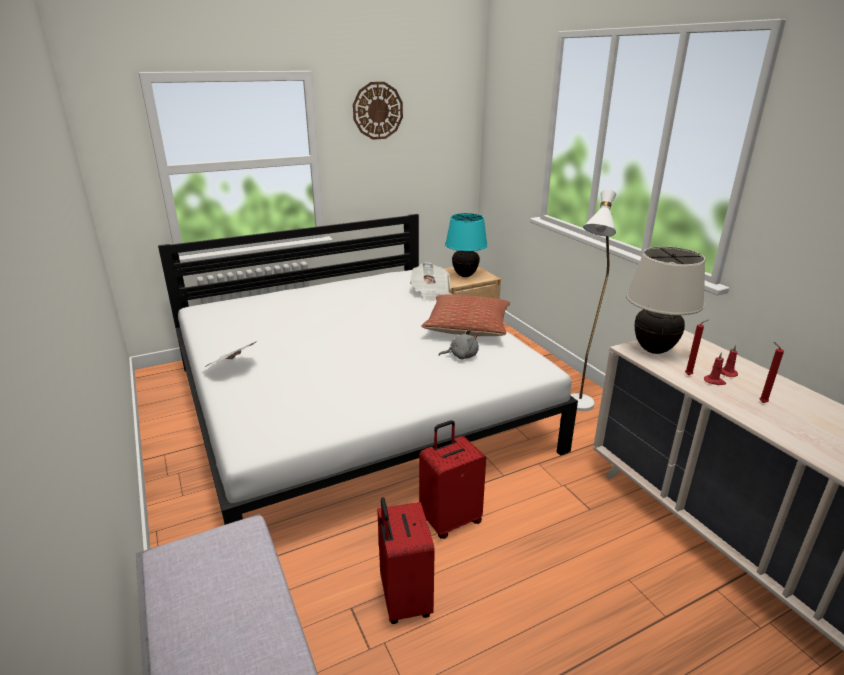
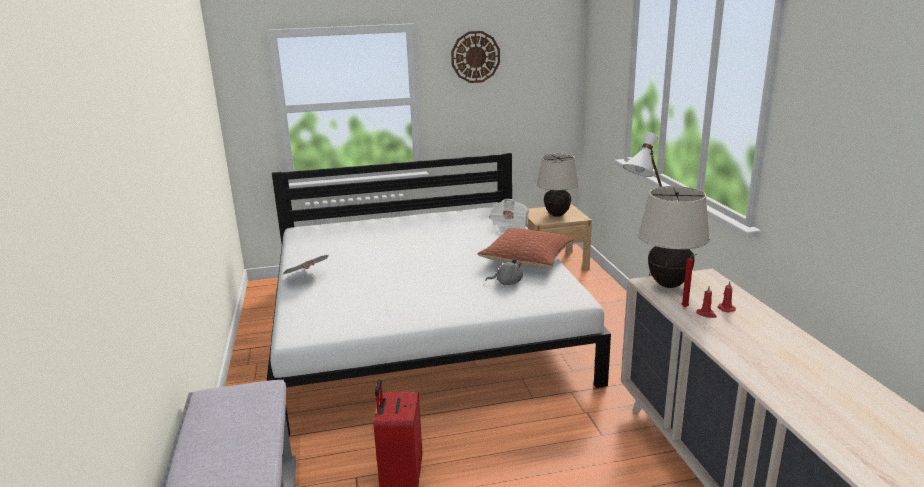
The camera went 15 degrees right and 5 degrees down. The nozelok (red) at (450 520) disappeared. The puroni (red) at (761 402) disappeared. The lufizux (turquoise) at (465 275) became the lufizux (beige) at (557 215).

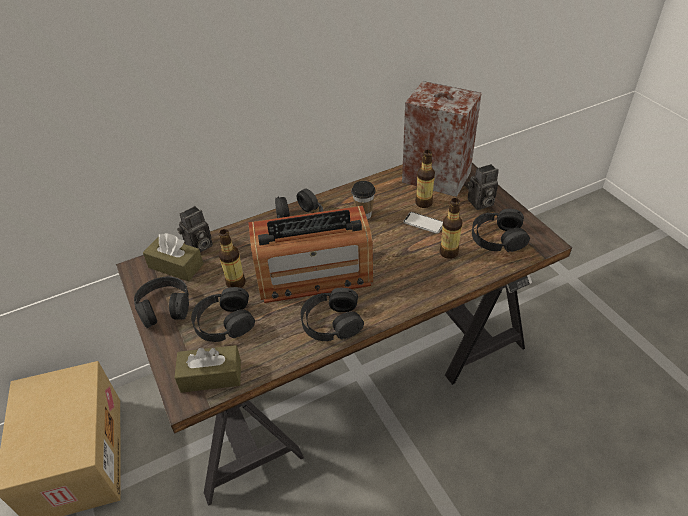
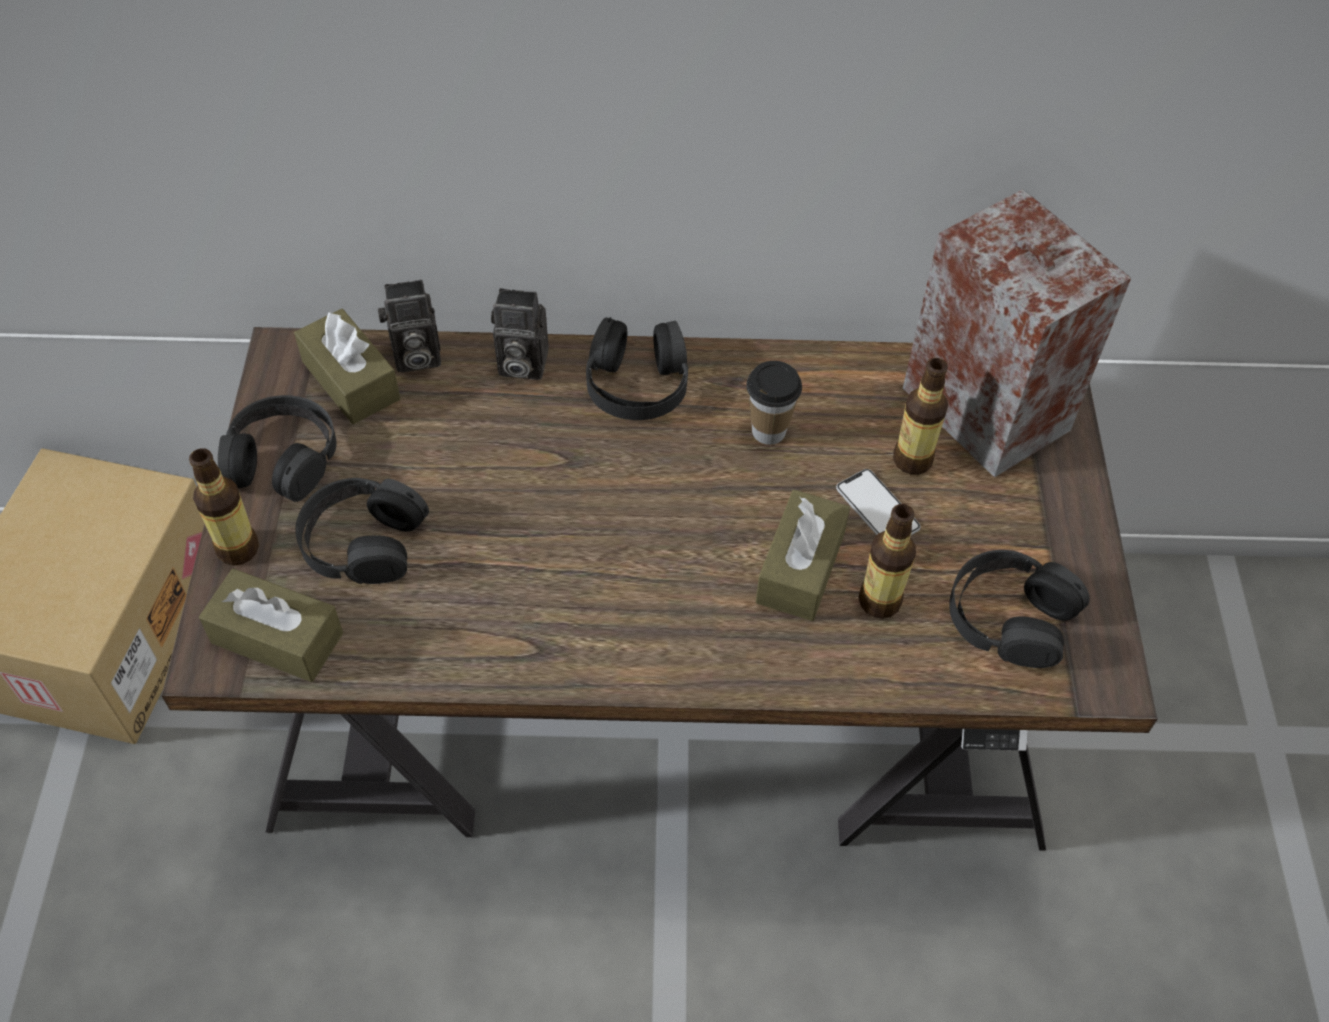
The camera went 25 degrees right and 10 degrees up. The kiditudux at (314 275) disappeared. The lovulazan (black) at (331 321) disappeared. The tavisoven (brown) at (800 568) appeared. The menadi moved from (236 283) to (237 548). The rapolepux moved from (480 203) to (519 364).

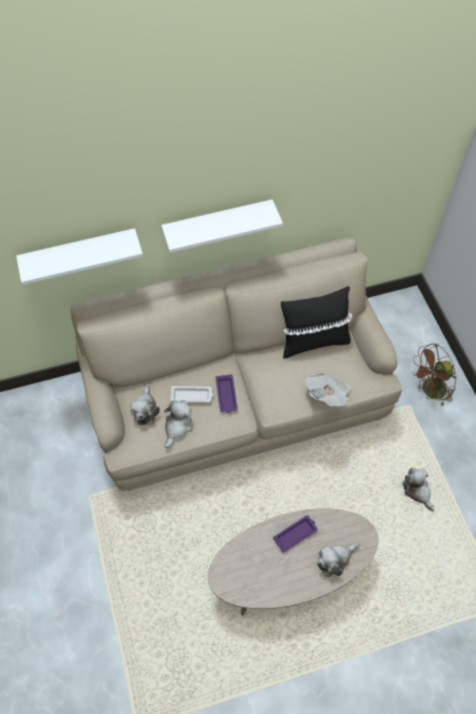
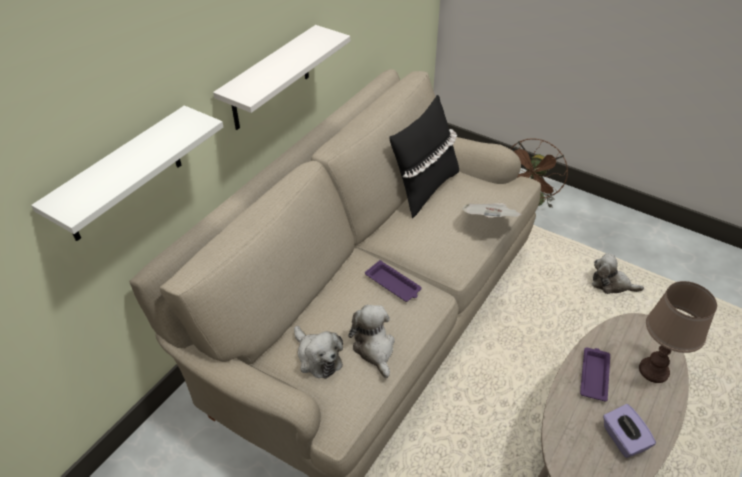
The camera went 40 degrees left and 15 degrees down. The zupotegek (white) at (192 396) disappeared. The tavisoven (purple) at (623 439) appeared. The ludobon at (334 559) was replaced by the lufizux (brown) at (654 370).

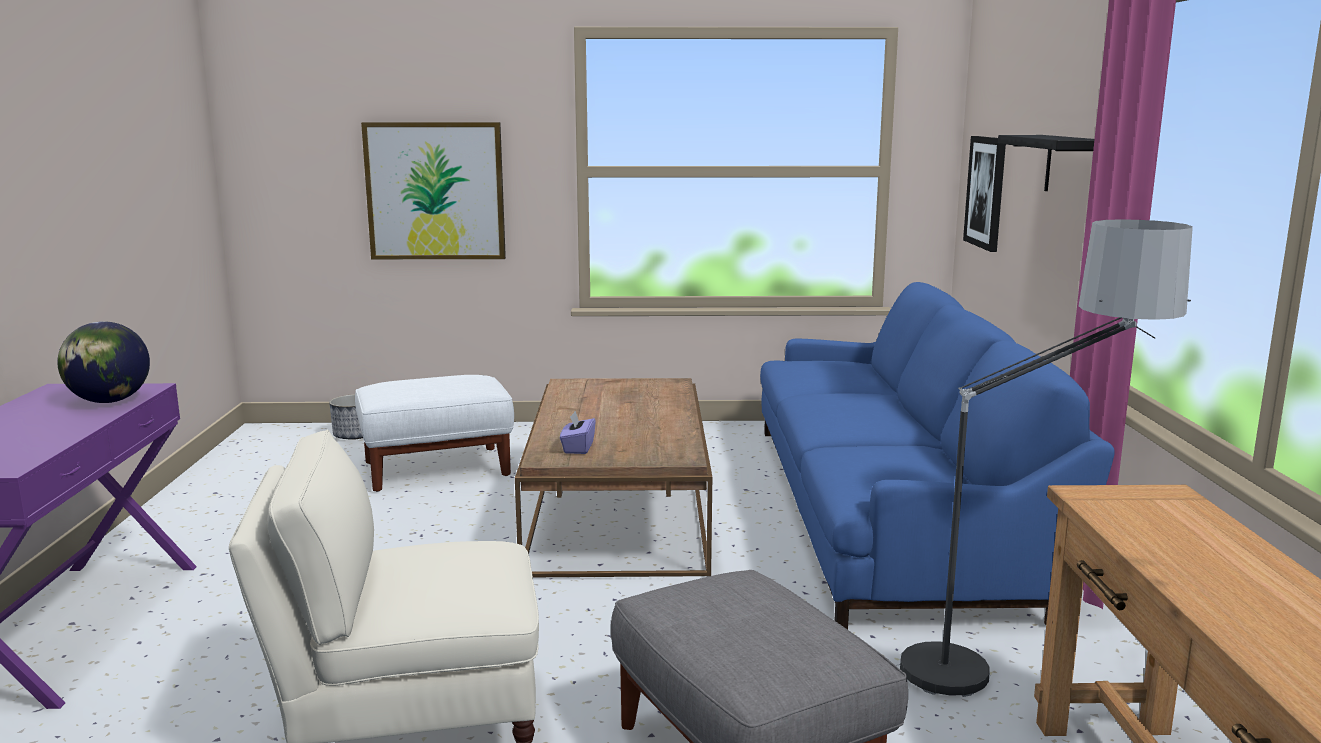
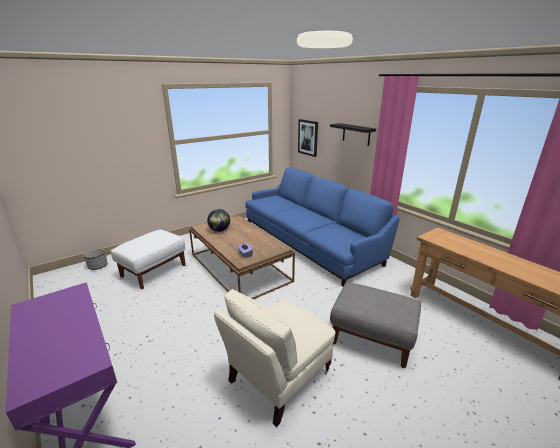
The camera went 35 degrees left and 10 degrees up. The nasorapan at (435 191) disappeared. The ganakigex at (1012 672) disappeared. The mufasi moved from (110 401) to (219 230).

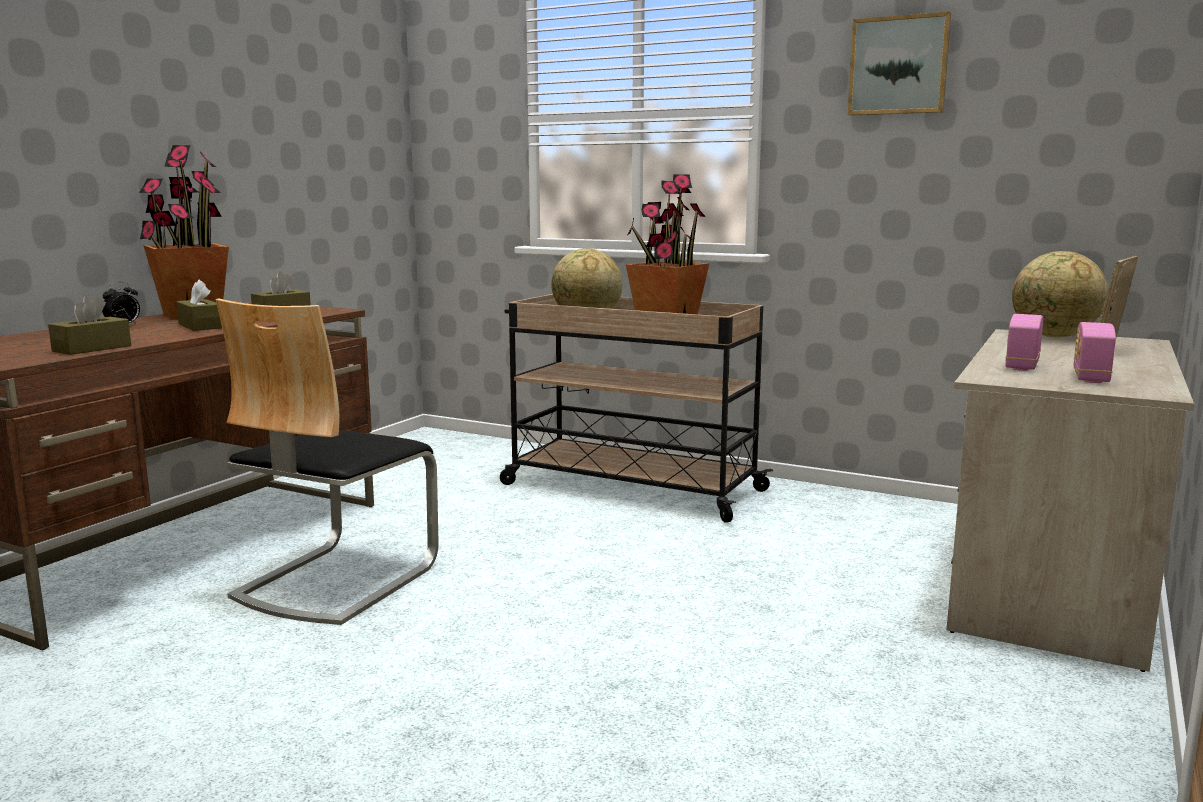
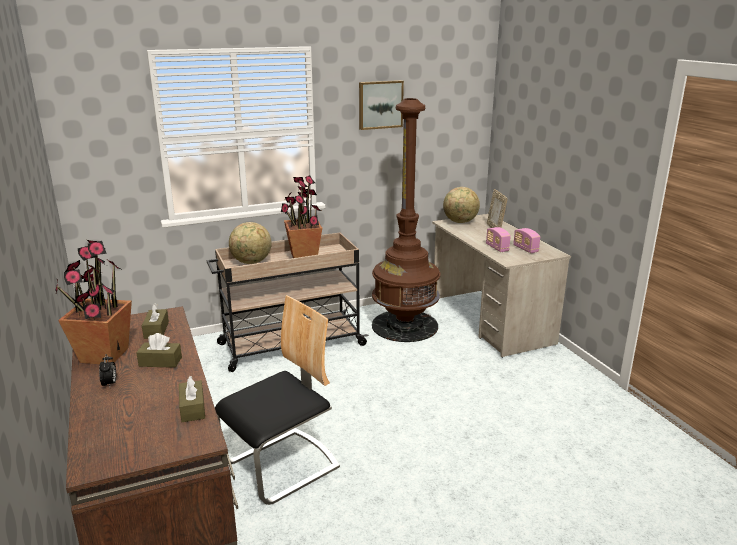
The camera went 50 degrees left and 10 degrees up. The ganakigex (brown) at (405 325) appeared. The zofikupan at (335 580) turned 105 degrees counterclockwise.

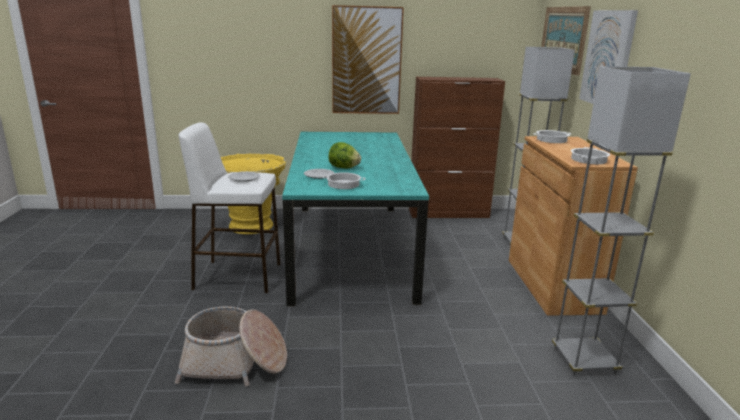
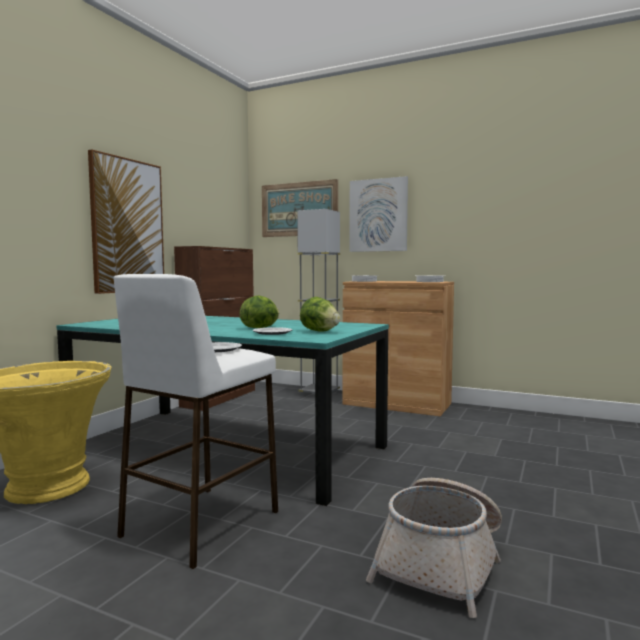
The camera went 60 degrees left and 15 degrees down. The ganakigex (grey) at (584 361) disappeared. The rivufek at (344 184) was replaced by the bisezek at (319 331).

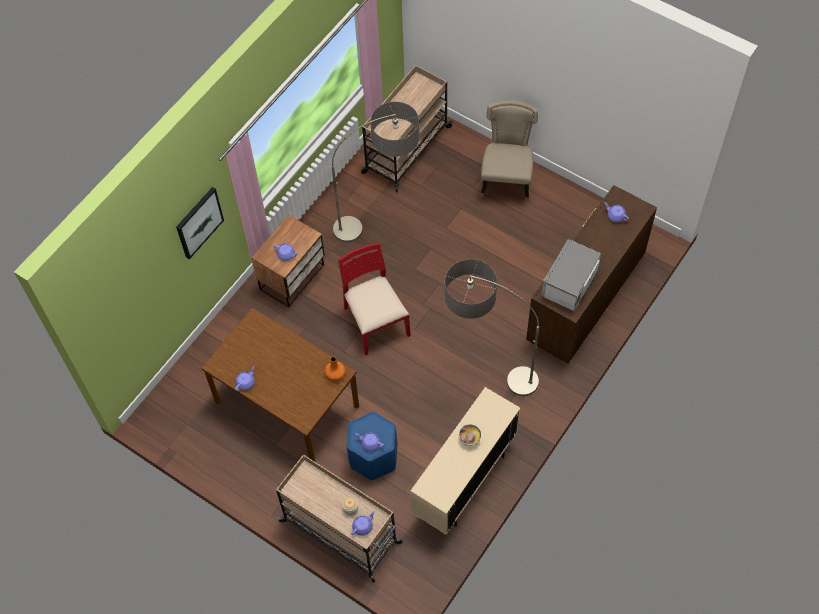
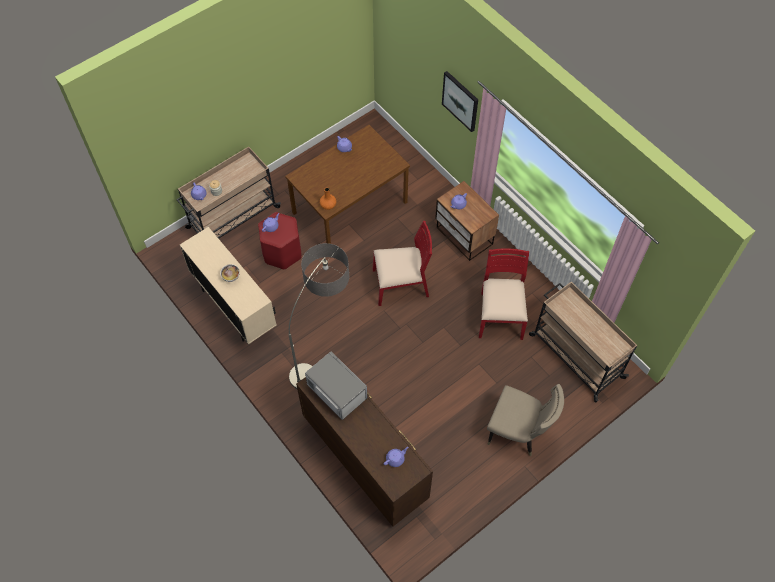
The camera went 105 degrees right and 0 degrees up. The ganakigex at (382 222) was replaced by the zofikupan (red) at (500 315). The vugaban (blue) at (373 457) became the vugaban (red) at (282 252).

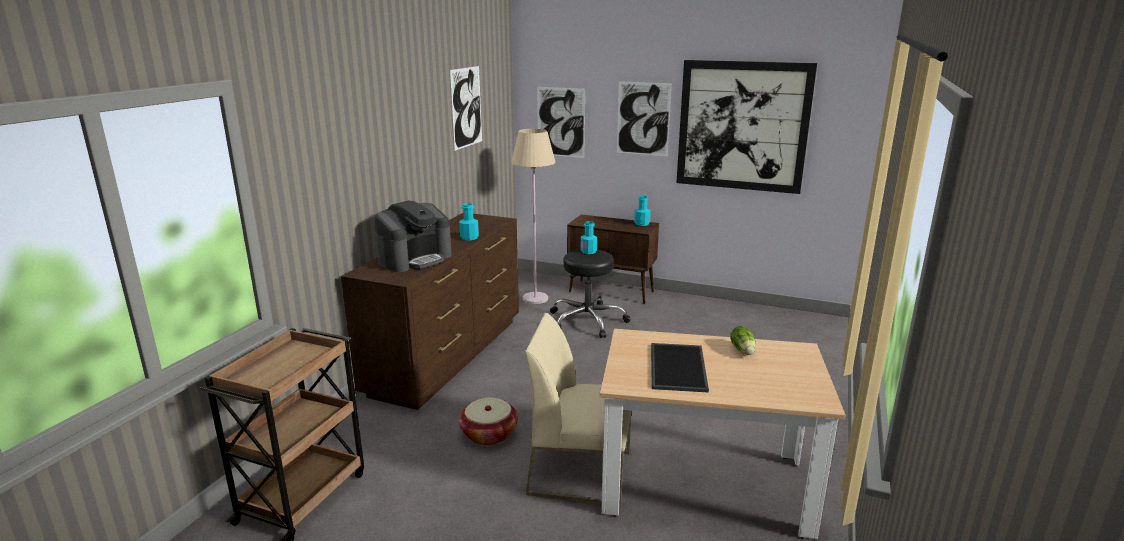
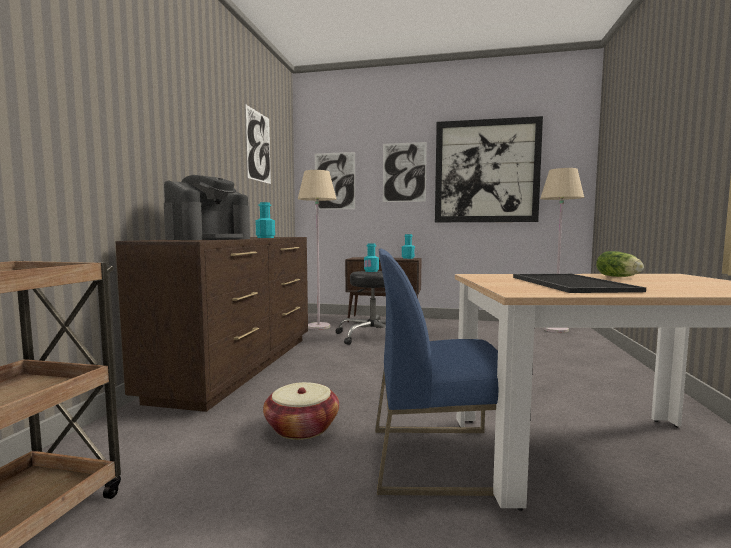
The camera went 10 degrees left and 15 degrees down. The ganakigex (beige) at (555 329) appeared. The zofikupan (beige) at (581 472) became the zofikupan (blue) at (438 458).

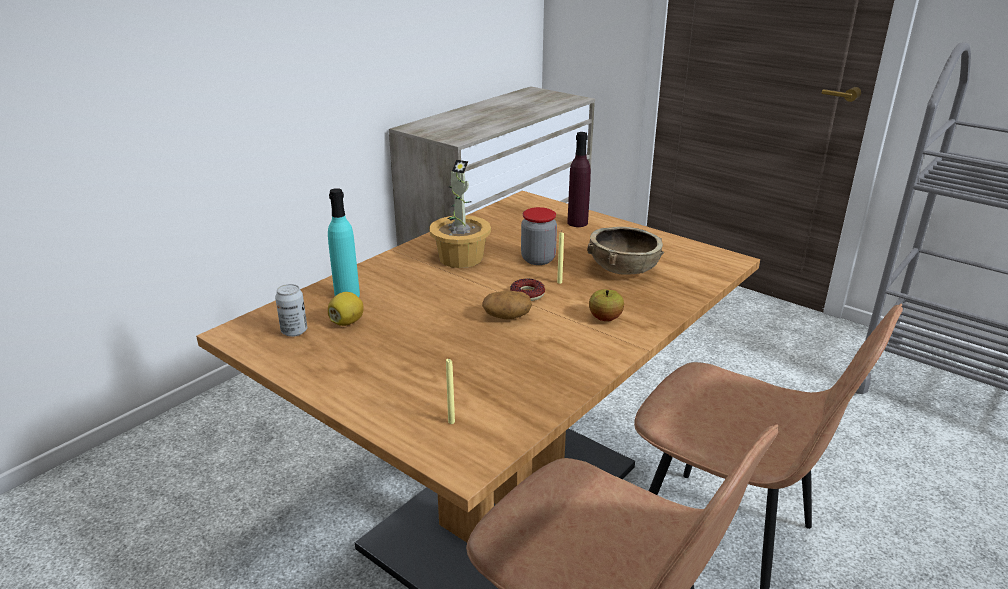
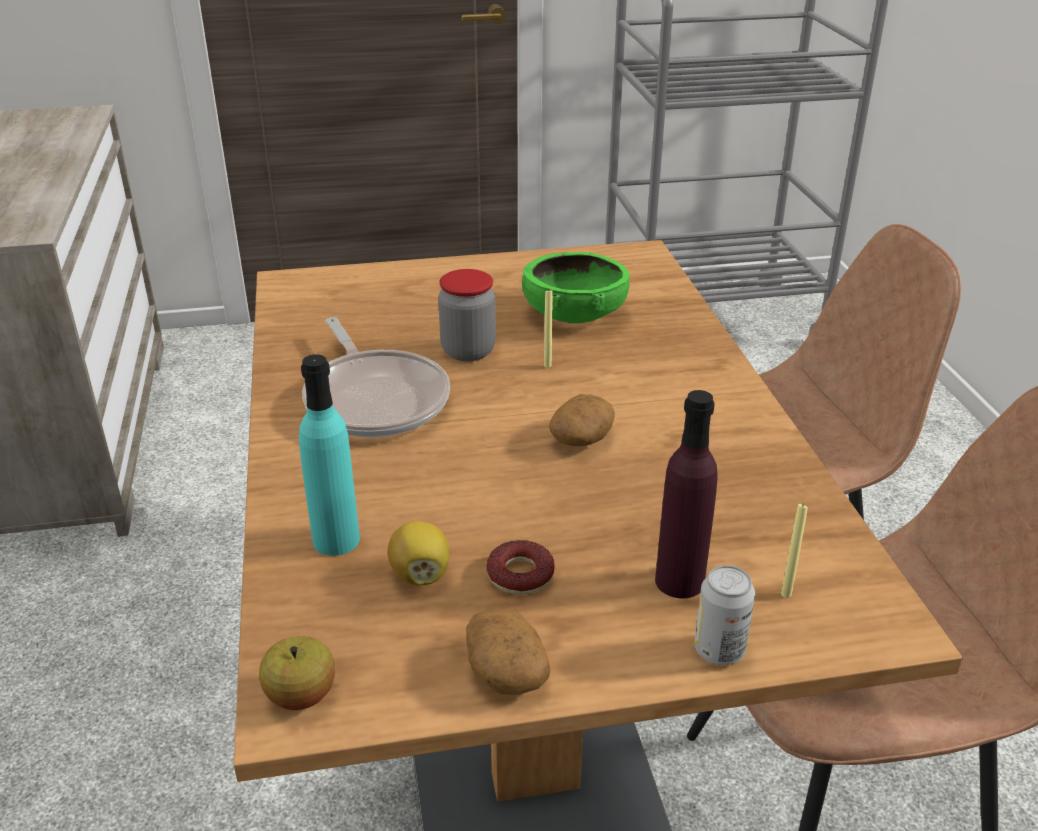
The camera went 50 degrees left and 5 degrees up. The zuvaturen at (505 671) appeared. The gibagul moved from (294 331) to (719 650). The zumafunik moved from (527 294) to (520 574). The menadi (purple) moved from (577 223) to (679 581). The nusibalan moved from (605 318) to (301 696). The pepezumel at (461 258) was replaced by the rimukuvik at (375 399). The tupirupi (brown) at (623 269) became the tupirupi (green) at (574 314).

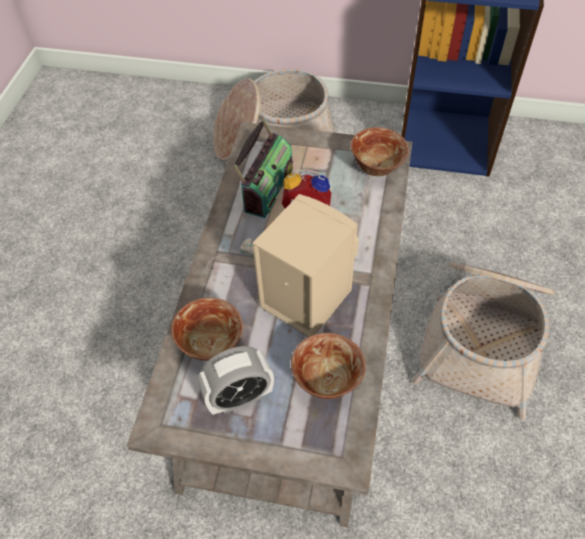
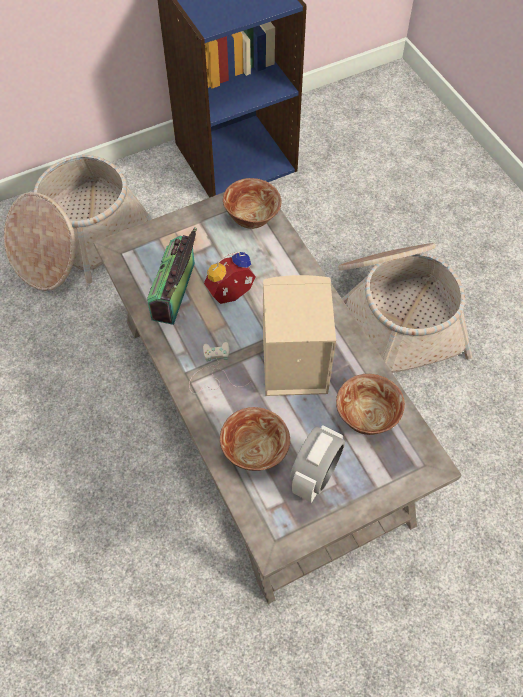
The camera went 40 degrees left and 5 degrees up. The kiditudux at (266 188) turned 150 degrees counterclockwise.

